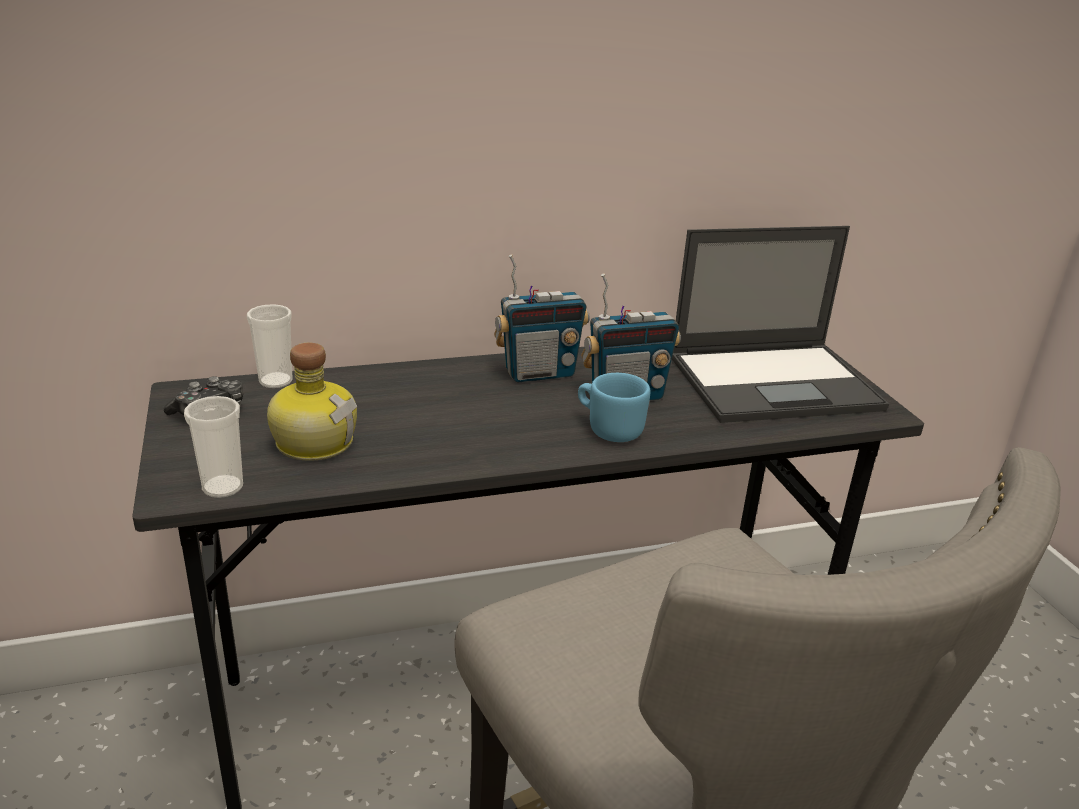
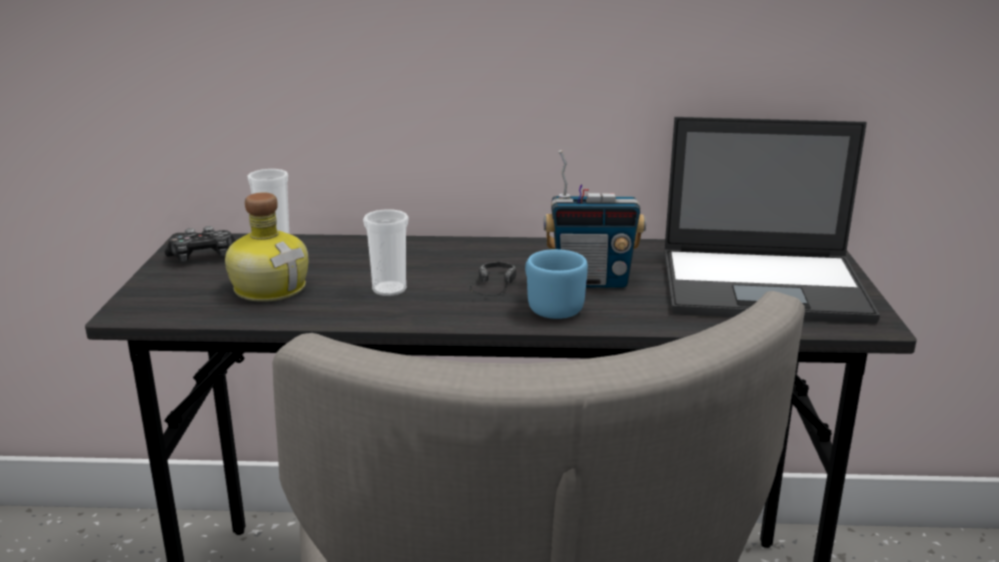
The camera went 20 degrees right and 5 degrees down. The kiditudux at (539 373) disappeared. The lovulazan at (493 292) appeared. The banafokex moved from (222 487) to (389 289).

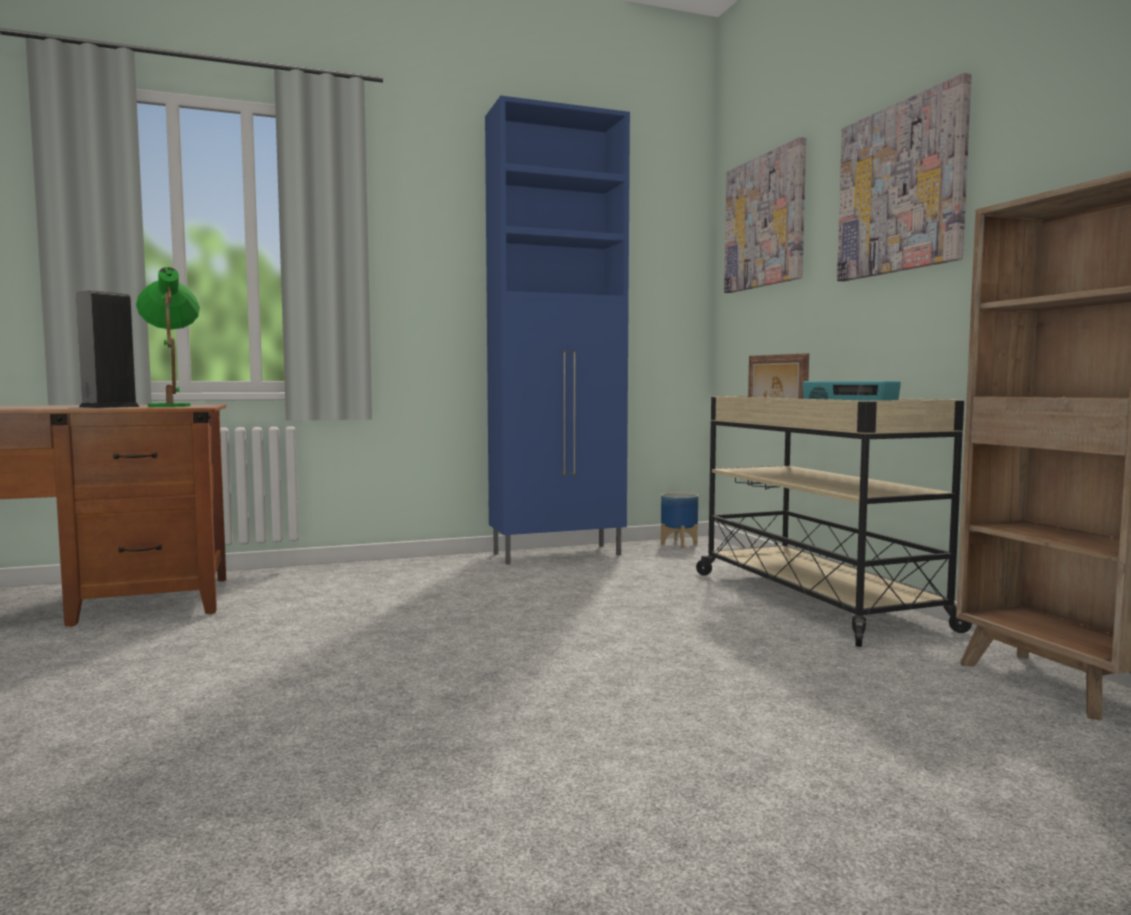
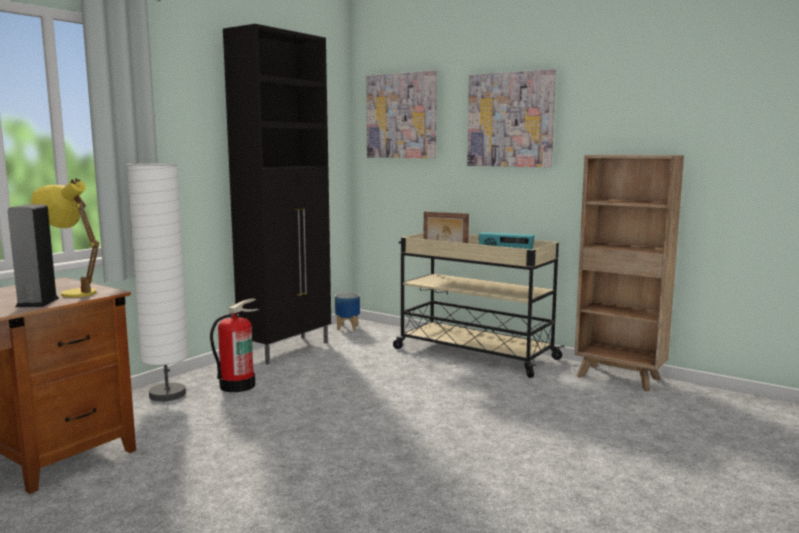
The camera went 35 degrees left and 5 degrees up. The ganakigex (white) at (167 395) appeared. The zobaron at (237 385) appeared. The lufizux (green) at (172 406) became the lufizux (yellow) at (72 292). The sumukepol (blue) at (559 554) became the sumukepol (black) at (287 349).

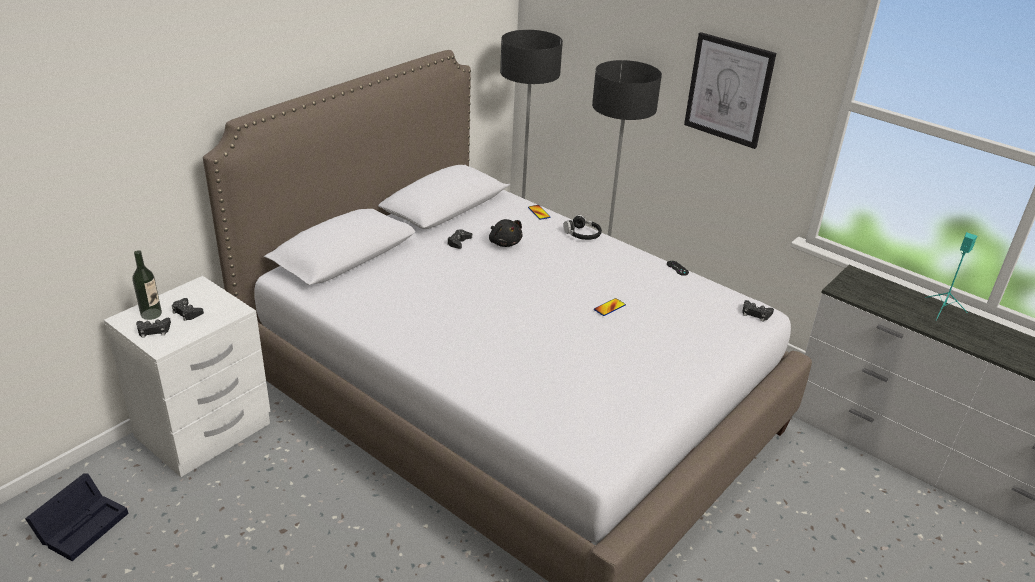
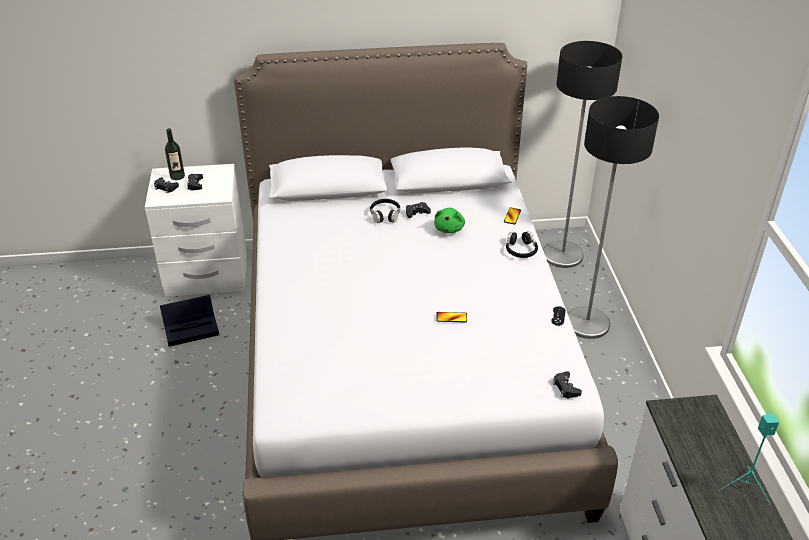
The camera went 45 degrees right and 5 degrees up. The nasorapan at (728 90) disappeared. The lovulazan (black) at (385 215) appeared. The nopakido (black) moved from (83 524) to (192 327). The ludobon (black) at (504 242) became the ludobon (green) at (449 228).

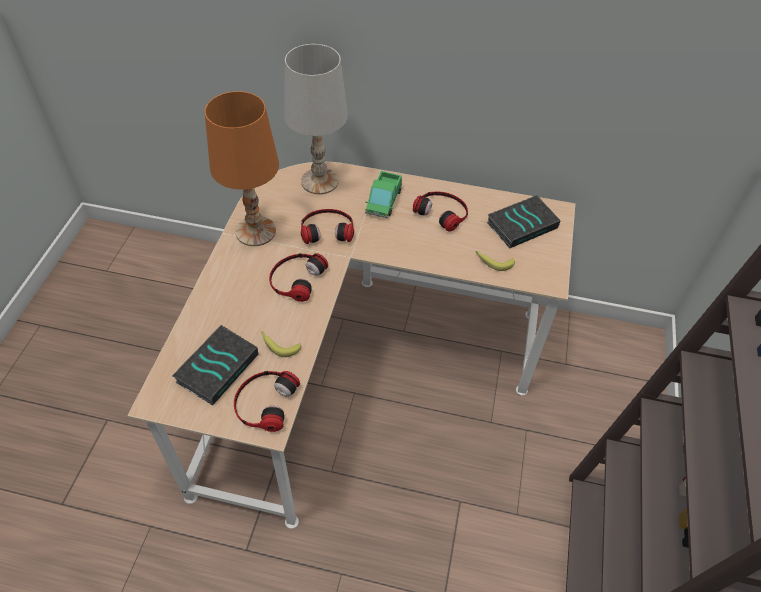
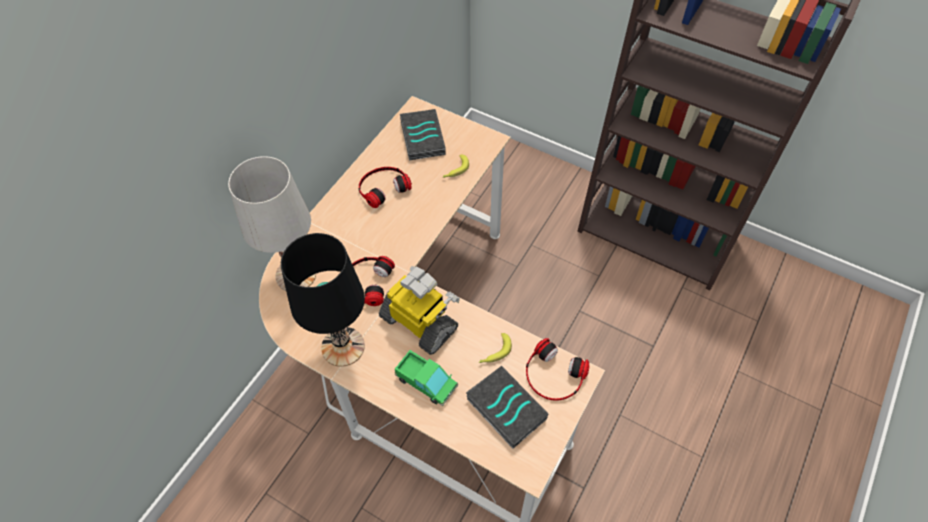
The camera went 70 degrees left and 5 degrees up. The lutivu moved from (383 201) to (426 382). The lovulazan at (296 279) was replaced by the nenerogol at (420 323). The lufizux (orange) at (256 231) became the lufizux (black) at (343 346).

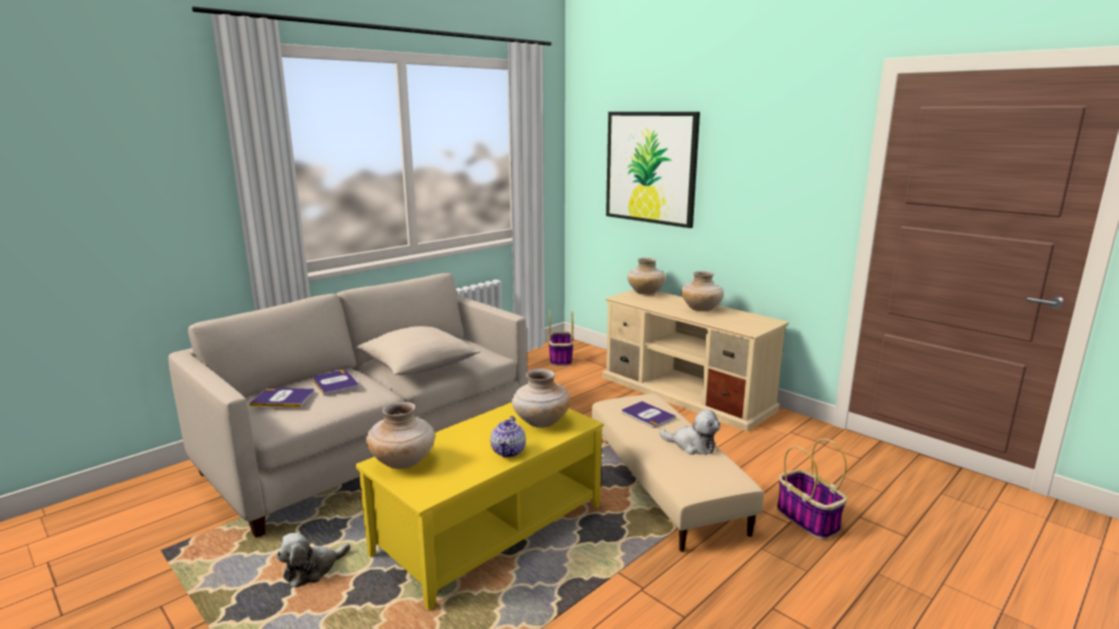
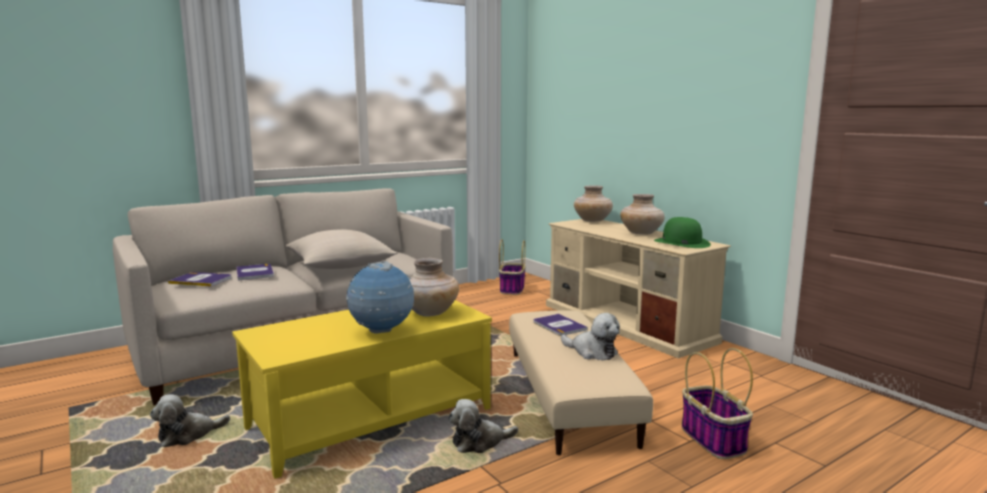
The camera went 10 degrees right and 5 degrees down. The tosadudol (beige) at (403 462) disappeared. The nasorapan at (651 167) disappeared. The ludobon at (479 442) appeared. The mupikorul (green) at (681 242) appeared. The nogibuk at (509 451) was replaced by the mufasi at (382 332).

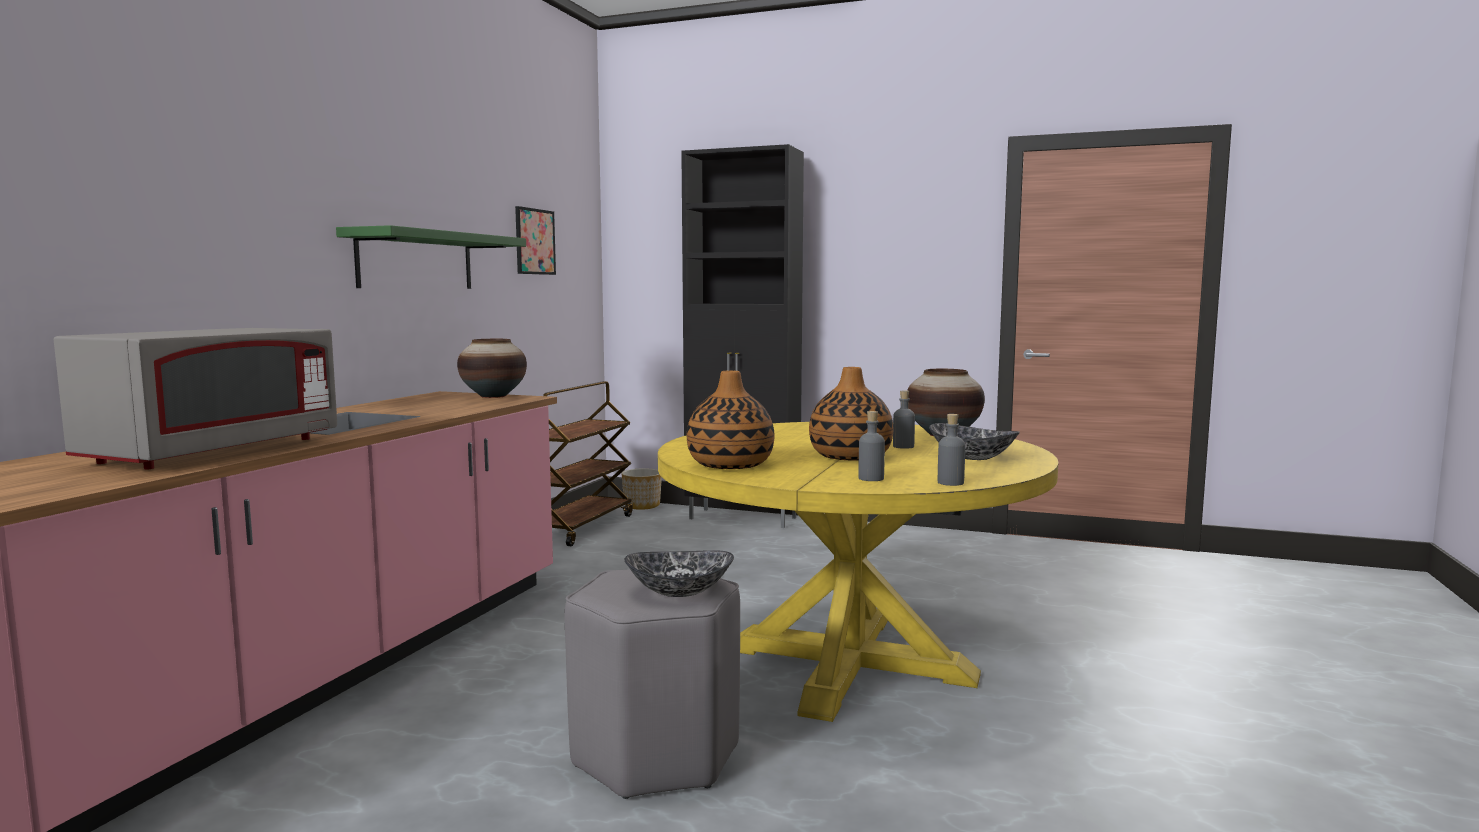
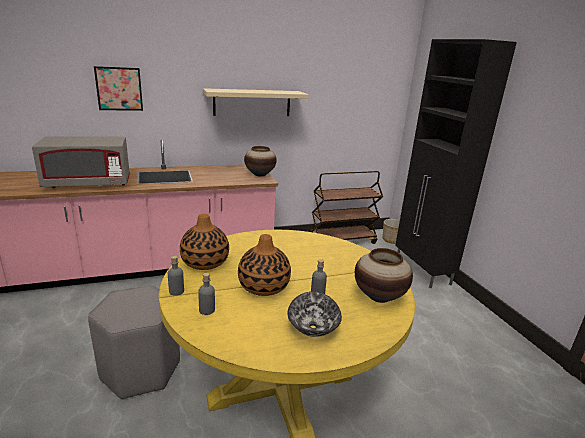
The camera went 50 degrees right and 15 degrees up. The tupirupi at (679 591) disappeared. The nasorapan moved from (535 241) to (119 89). The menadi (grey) moved from (950 483) to (176 291). The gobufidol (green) at (416 261) became the gobufidol (beige) at (252 102).

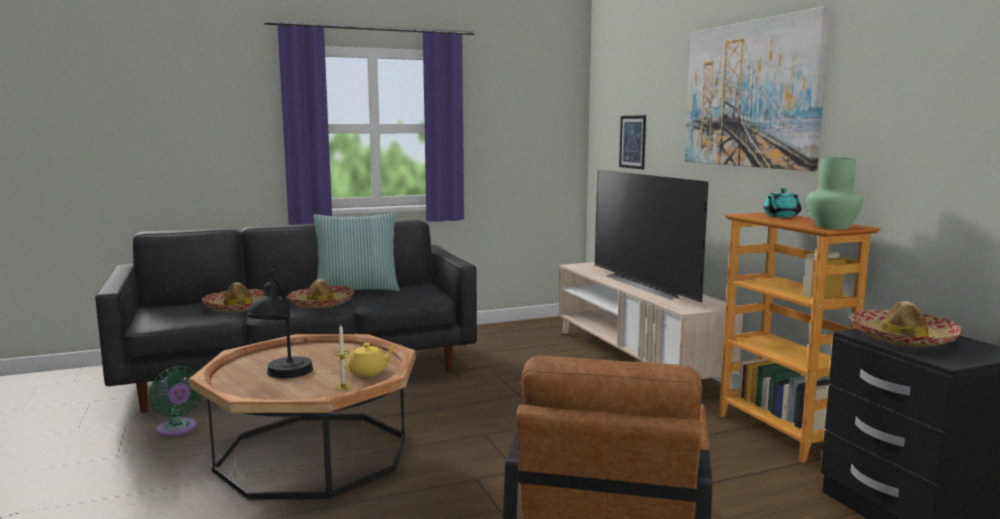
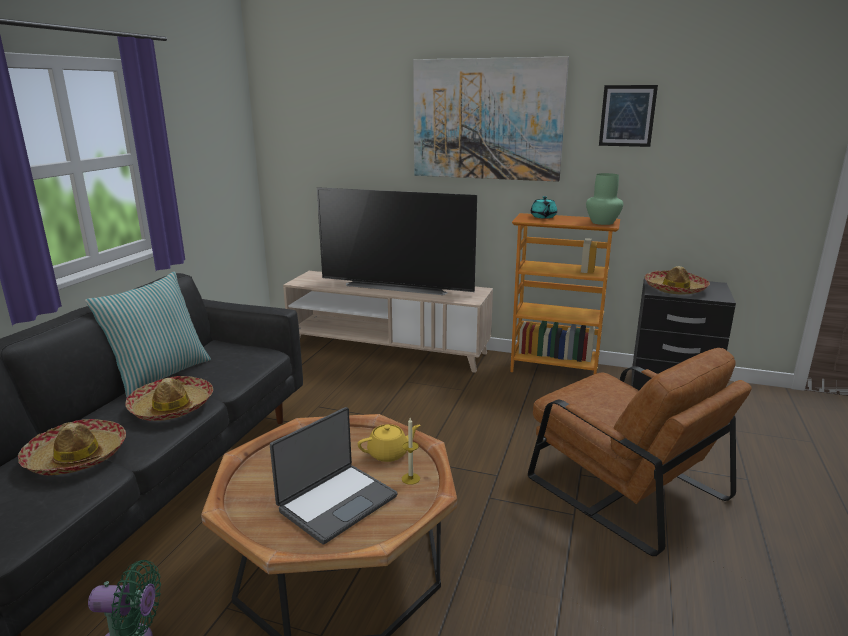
The camera went 50 degrees left and 10 degrees up. The nasorapan moved from (632 142) to (627 116). The lufizux (black) at (283 377) was replaced by the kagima at (336 502). The nogibuk (yellow) at (368 372) turned 60 degrees clockwise.

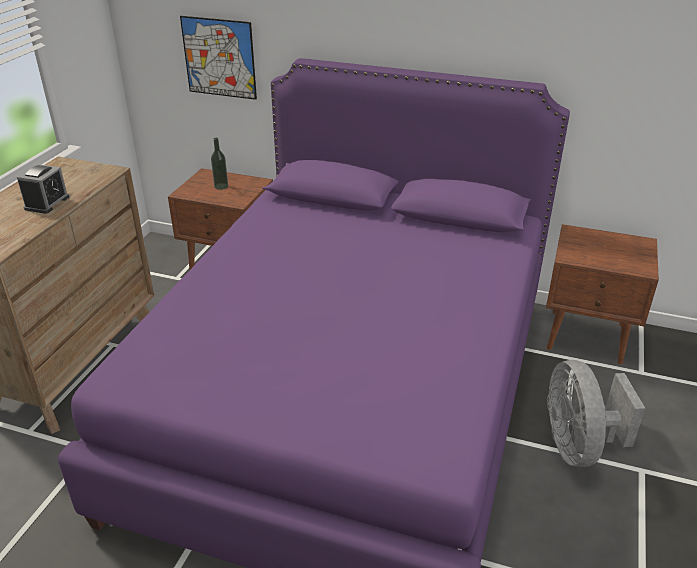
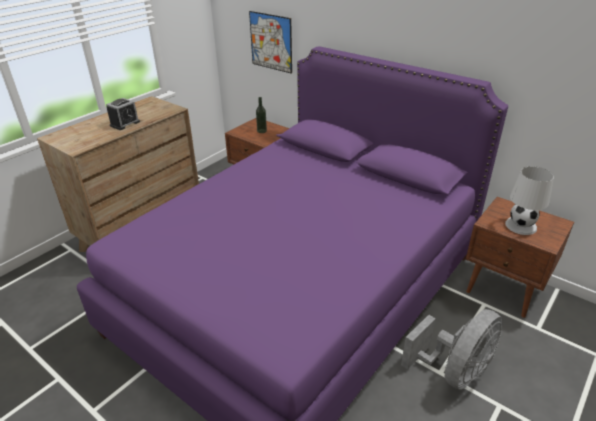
The camera went 20 degrees right and 0 degrees up. The lufizux (white) at (521 226) appeared. The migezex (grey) at (577 445) turned 150 degrees counterclockwise.

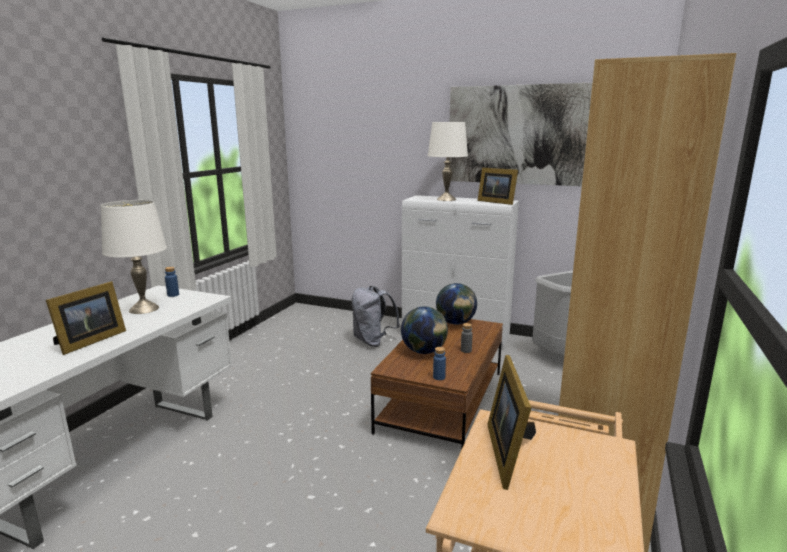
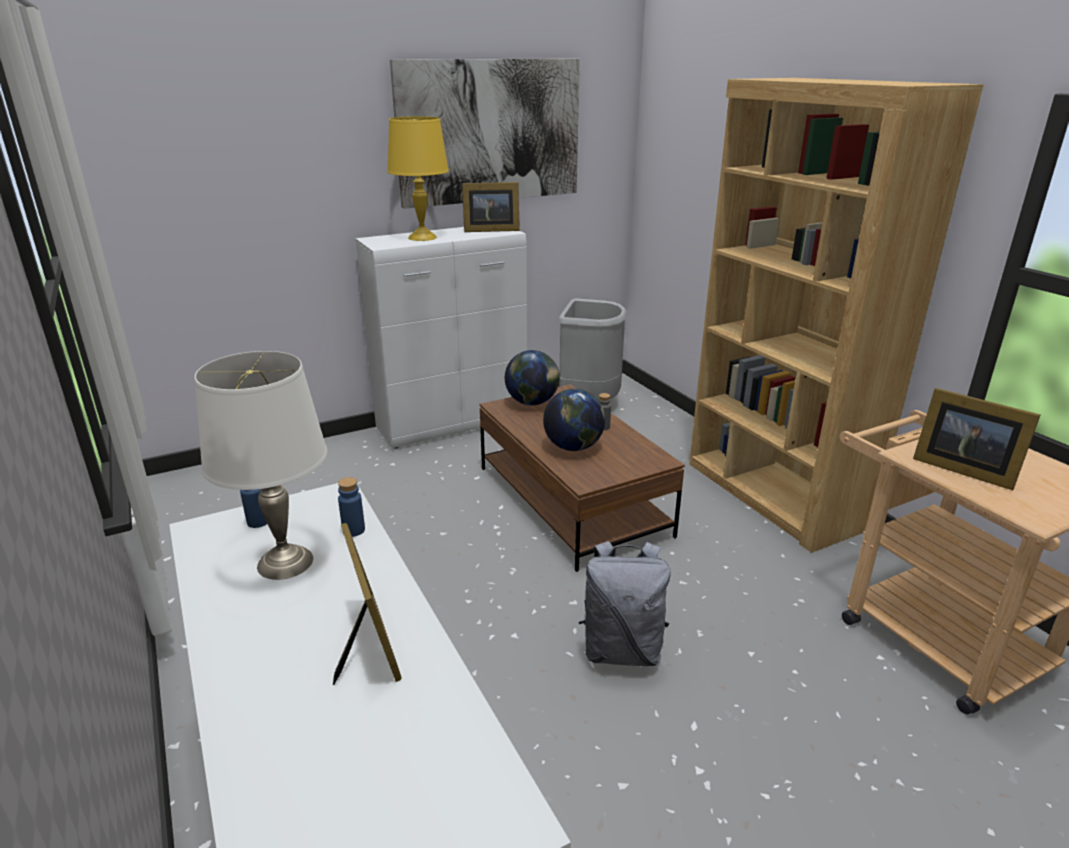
The camera went 50 degrees left and 10 degrees up. The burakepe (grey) moved from (373 341) to (622 650). The menadi (blue) moved from (439 377) to (353 530). The lufizux (white) at (446 199) became the lufizux (yellow) at (422 237).

